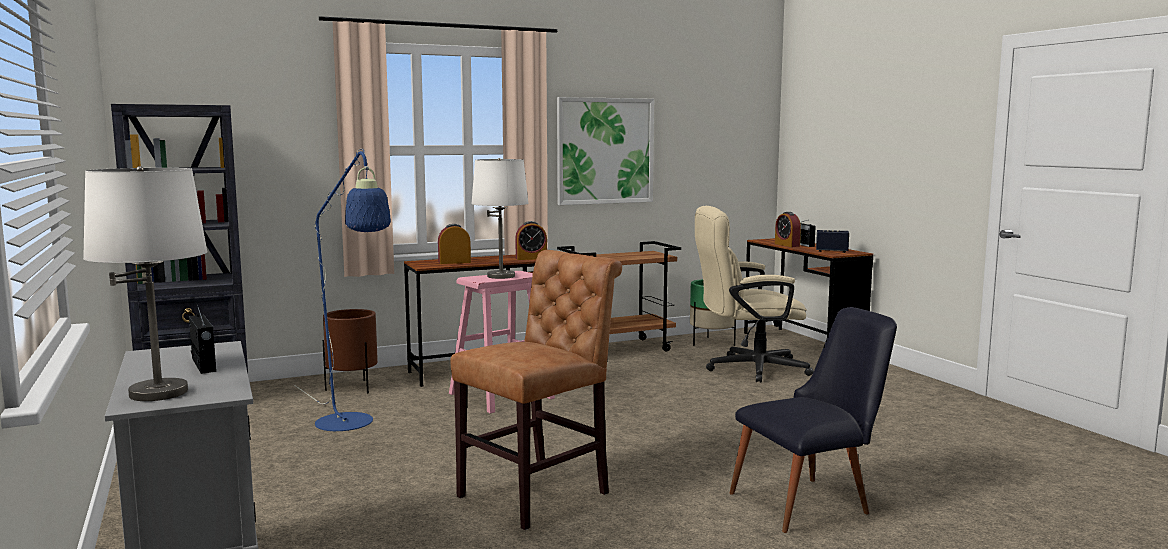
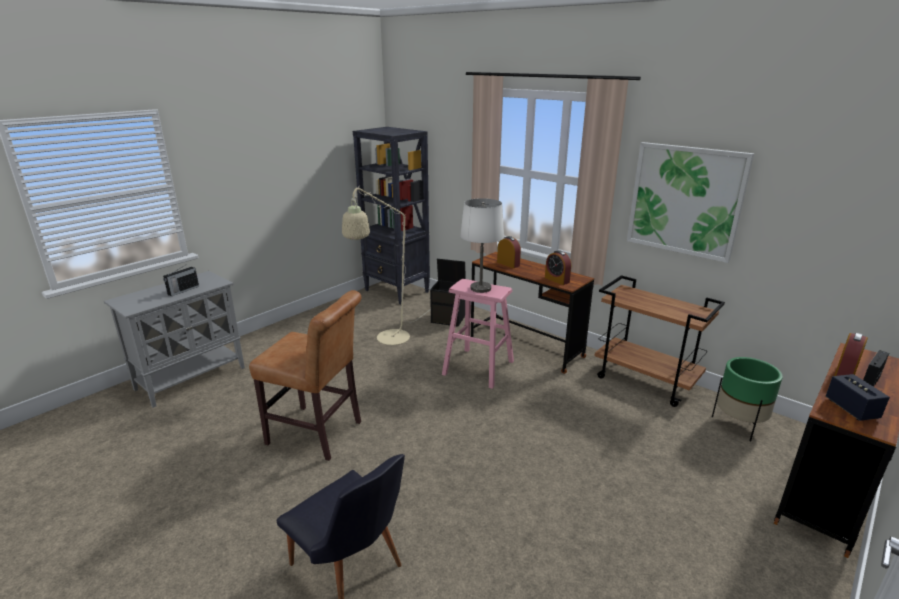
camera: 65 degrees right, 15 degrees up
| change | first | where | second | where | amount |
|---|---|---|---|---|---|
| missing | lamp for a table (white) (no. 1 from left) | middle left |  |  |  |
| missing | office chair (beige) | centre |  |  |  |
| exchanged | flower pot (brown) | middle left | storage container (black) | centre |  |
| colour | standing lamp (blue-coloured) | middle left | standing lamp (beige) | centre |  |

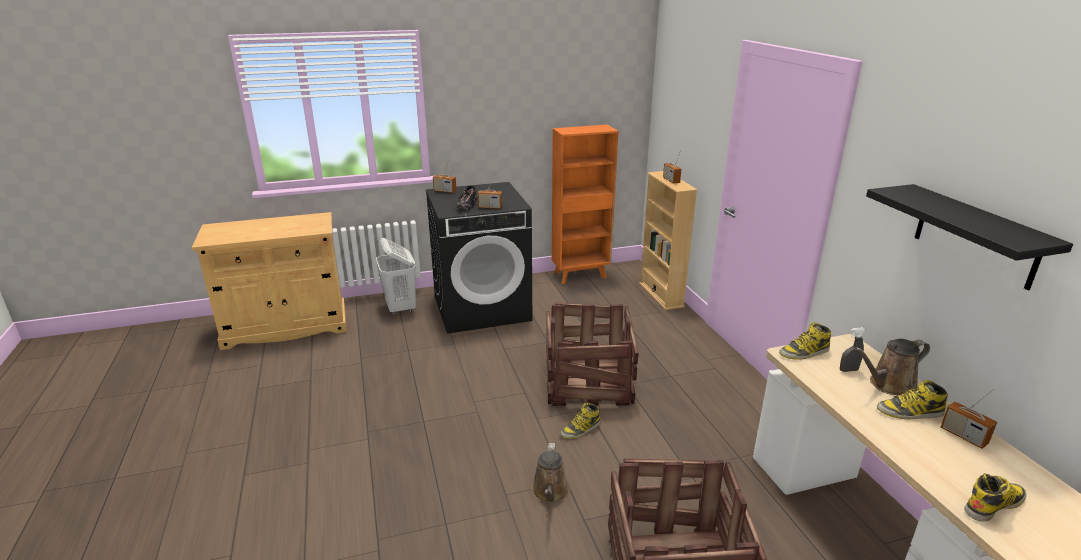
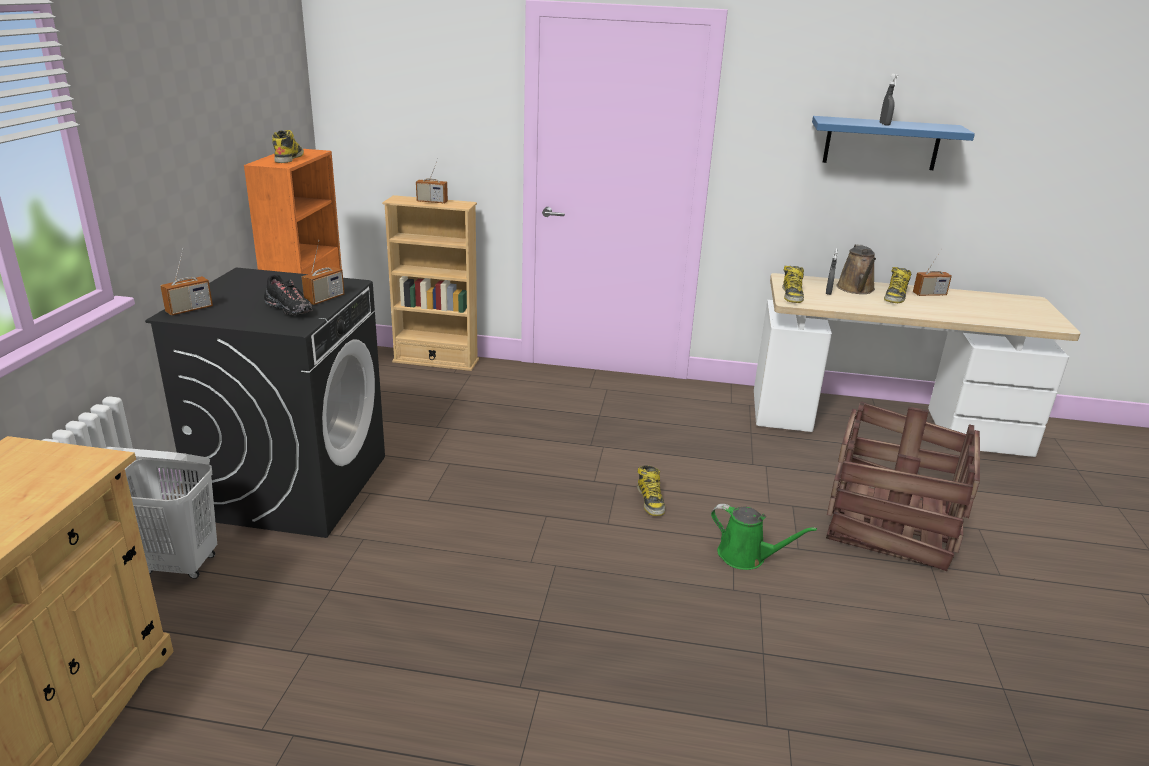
camera: 65 degrees left, 0 degrees up
| change | first | where | second | where | amount |
|---|---|---|---|---|---|
| missing | packing crate (no. 1 from left) | centre |  |  |  |
| appeared |  |  | hand sprayer (gray) (no. 2 from left) | top right |  |
| relocated | boot (no. 4 from left in the first image) | bottom right | boot (no. 1 from left) | top left |  |
| colour | watering can (brown) (no. 1 from left) | bottom centre | watering can (green-coloured) | bottom centre |  |
| colour | shelf (black) | middle right | shelf (blue-coloured) | top right |  |

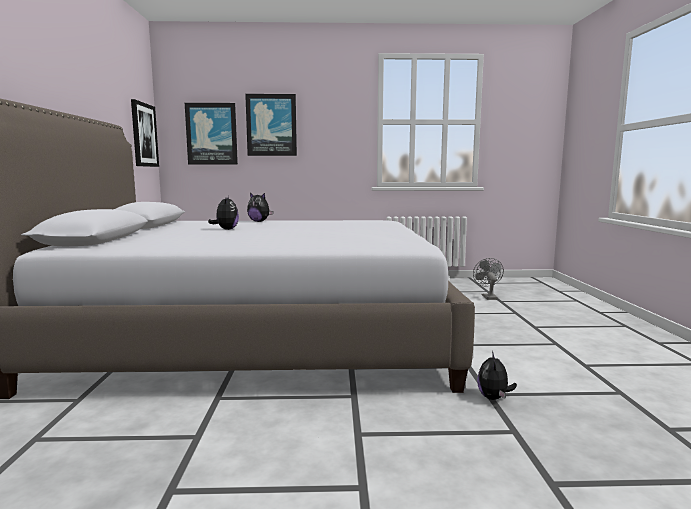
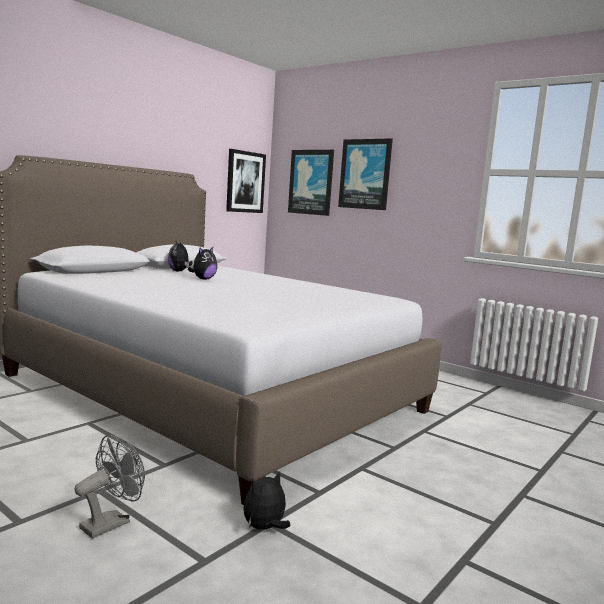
camera: 40 degrees right, 0 degrees up
| change | first | where | second | where | amount |
|---|---|---|---|---|---|
| relocated | cuddly toy (no. 2 from left in the first image) | centre | cuddly toy (no. 1 from left) | middle left |  |
| relocated | fan (gray) | middle right |  | bottom left |  |

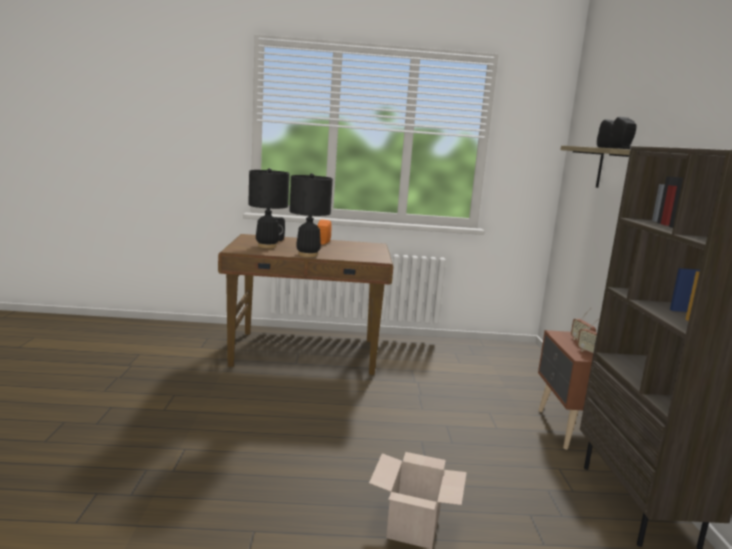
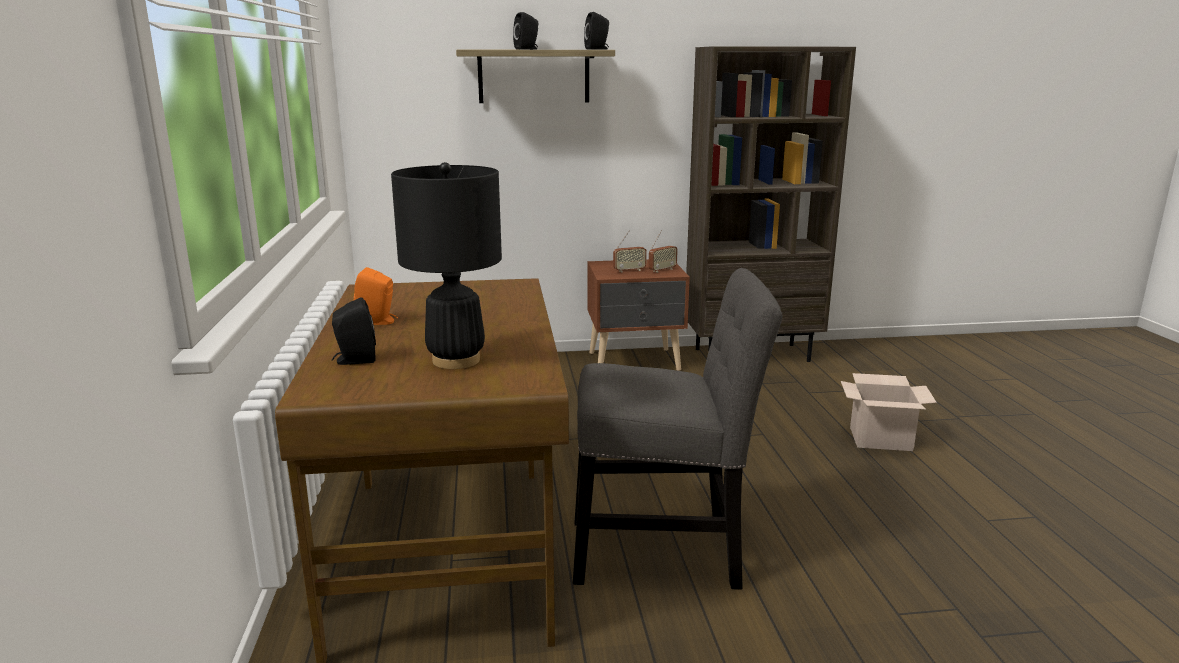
camera: 95 degrees left, 5 degrees up
| change | first | where | second | where | amount |
|---|---|---|---|---|---|
| missing | lamp for a table (black) (no. 2 from left) | centre |  |  |  |
| appeared |  |  | upright chair (gray) | centre |  |

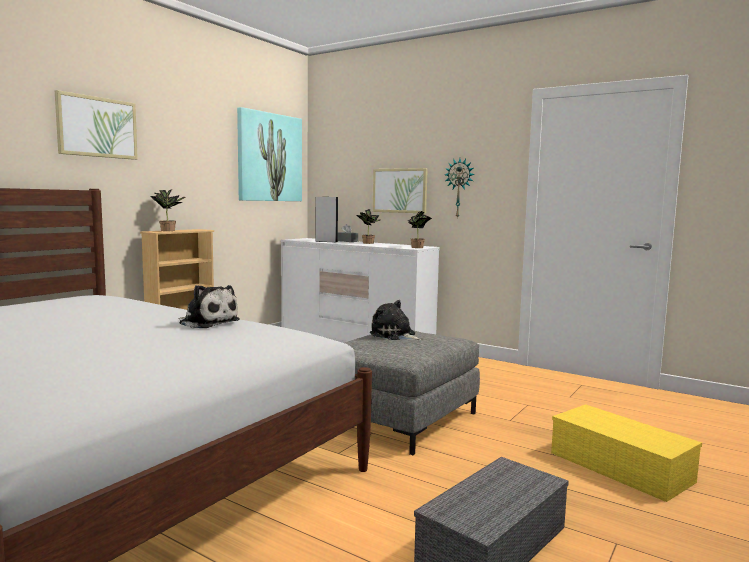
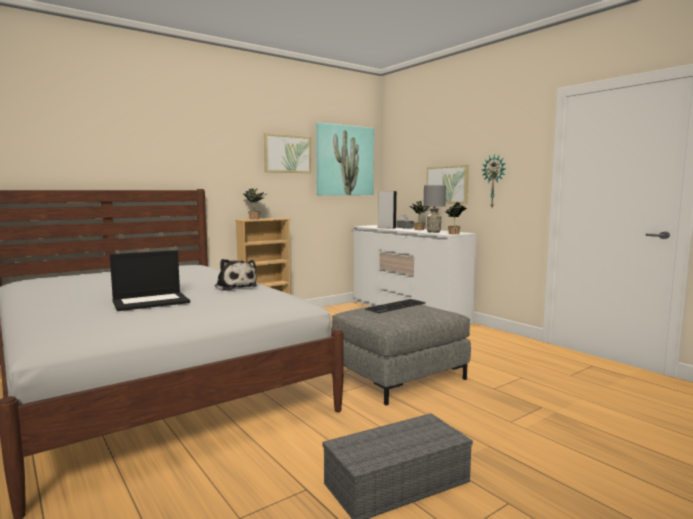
camera: 20 degrees right, 0 degrees up
| change | first | where | second | where | amount |
|---|---|---|---|---|---|
| missing | storage container (yellow) | bottom right |  |  |  |
| appeared |  |  | laptop | middle left |  |
| appeared |  |  | lamp for a table (gray) | centre |  |
| relocated | wall picture (no. 1 from left) | top left |  | top centre |  |
| exchanged | cuddly toy (no. 2 from left) | centre | PC keyboard | centre |  |

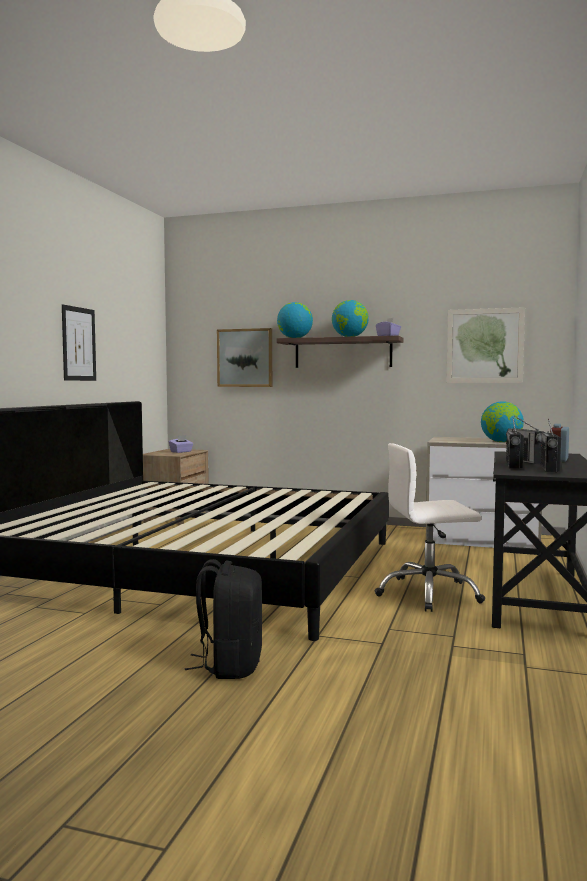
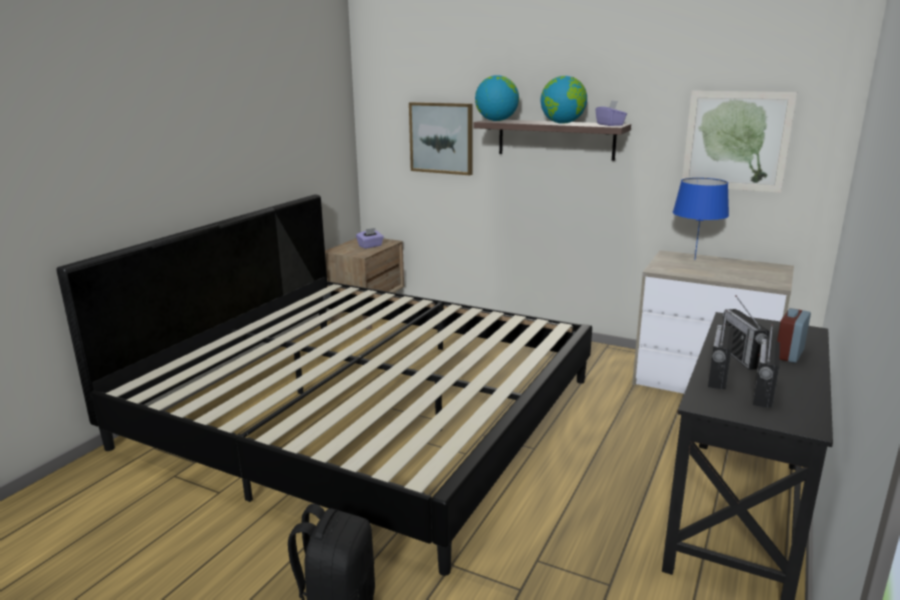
camera: 10 degrees right, 15 degrees up
| change | first | where | second | where | amount |
|---|---|---|---|---|---|
| missing | wall picture (no. 1 from left) | middle left |  |  |  |
| missing | office chair (white) | middle right |  |  |  |
| missing | desk globe (no. 3 from left) | middle right |  |  |  |
| appeared |  |  | lamp for a table (blue-coloured) | middle right |  |

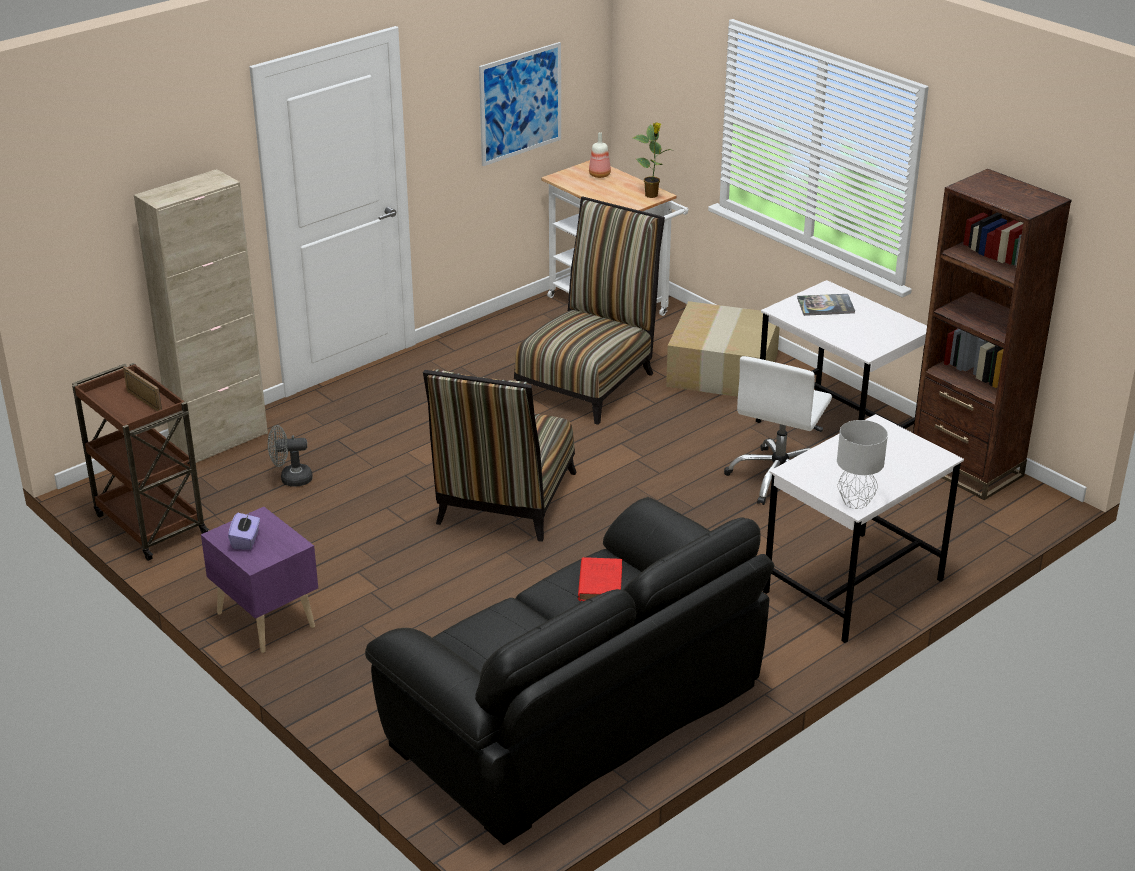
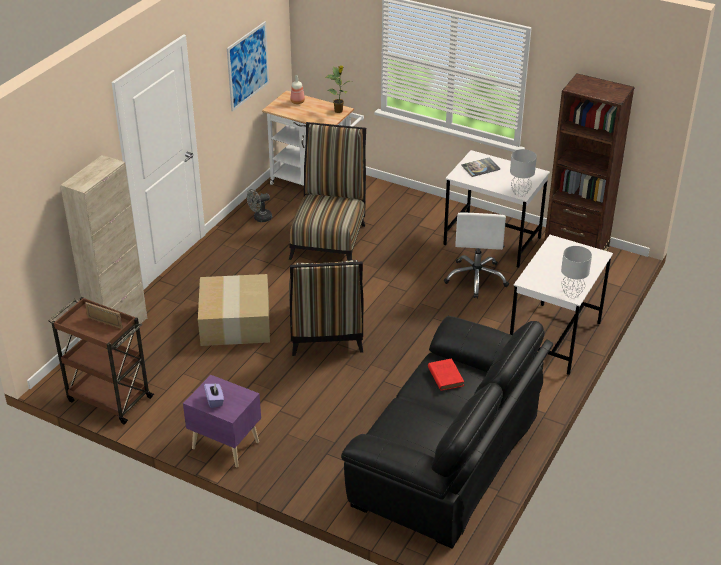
camera: 20 degrees left, 5 degrees up
| change | first | where | second | where | amount |
|---|---|---|---|---|---|
| appeared |  |  | lamp for a table (gray) (no. 1 from left) | top right |  |
| relocated | fan (gray) | middle left |  | centre |  |
| relocated | carton | centre |  | middle left |  |

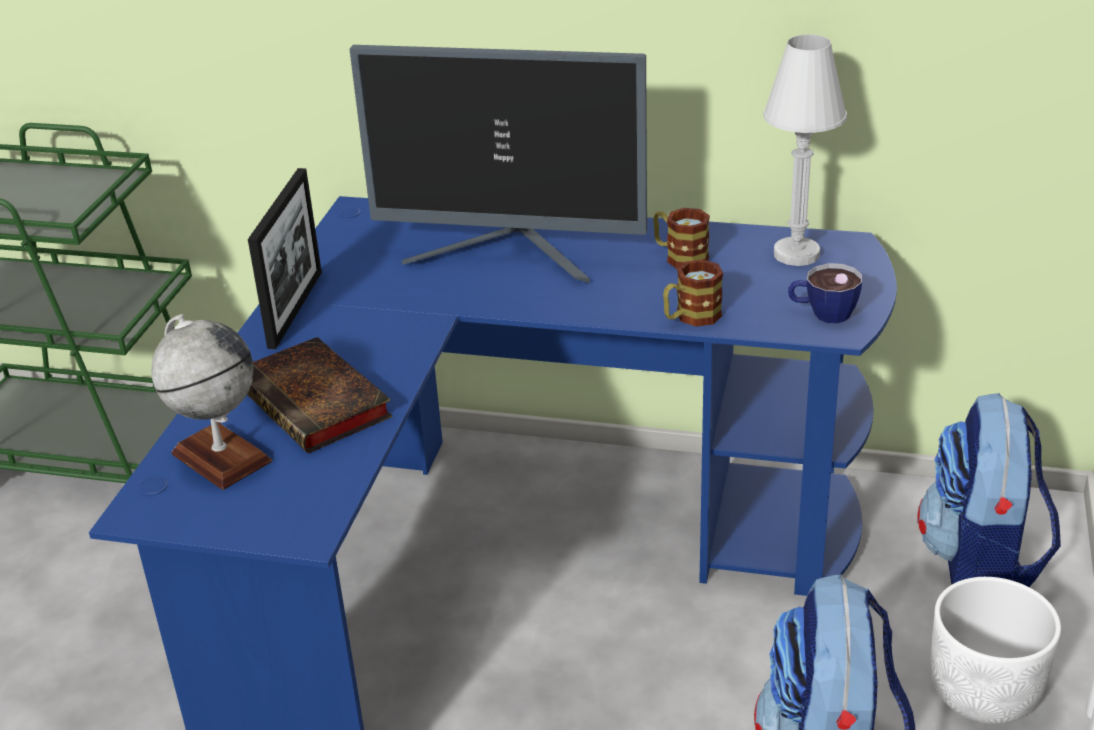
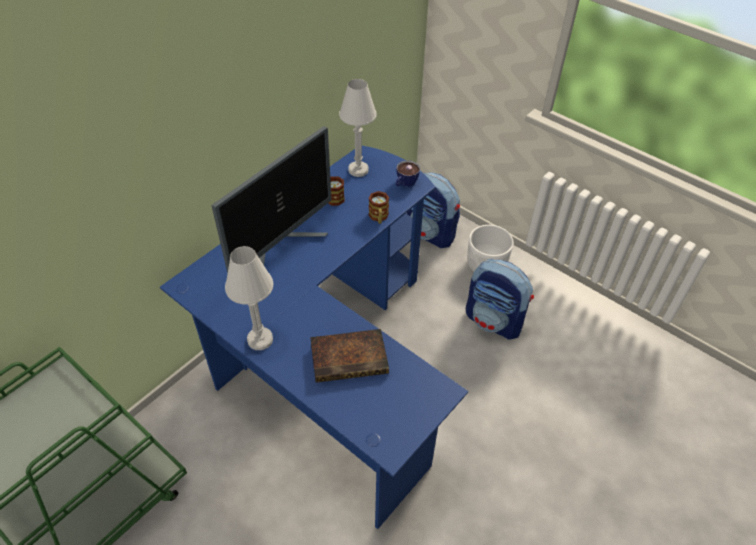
camera: 65 degrees left, 15 degrees up
| change | first | where | second | where | amount |
|---|---|---|---|---|---|
| missing | desk globe | middle left |  |  |  |
| exchanged | picture frame | middle left | lamp for a table (white) (no. 1 from left) | middle left |  |

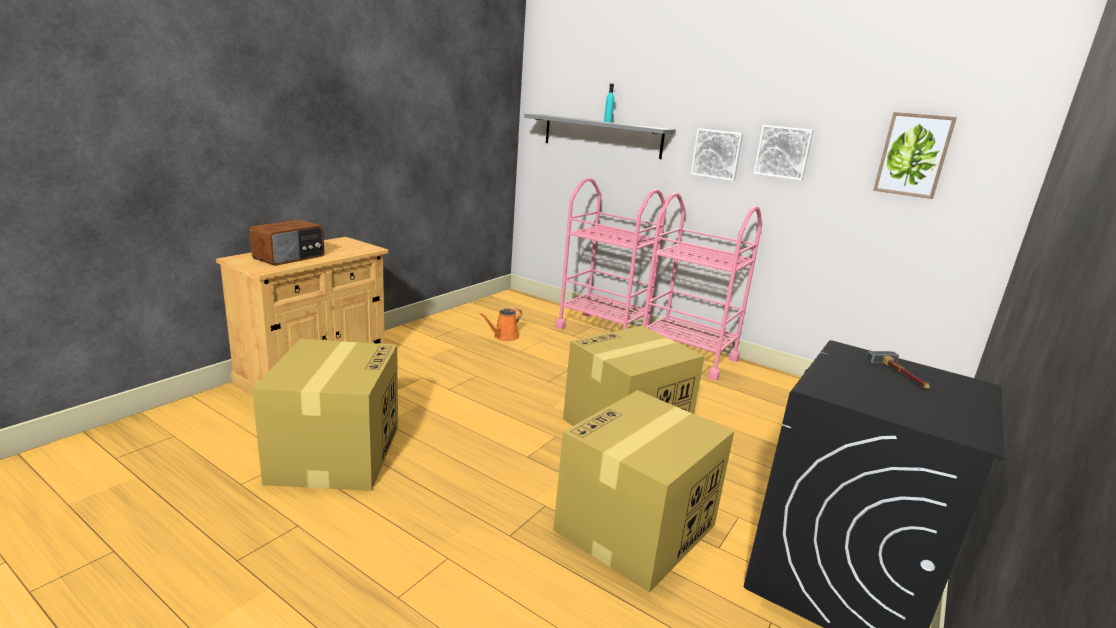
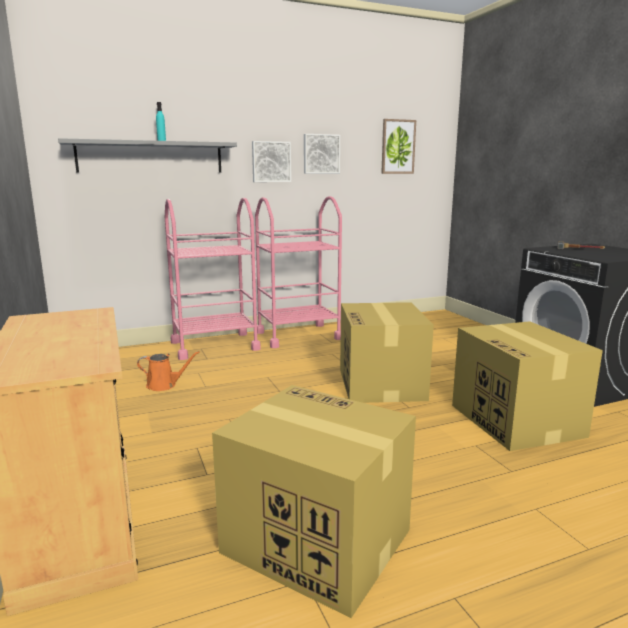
camera: 55 degrees left, 5 degrees down
| change | first | where | second | where | amount |
|---|---|---|---|---|---|
| missing | radio | middle left |  |  |  |
| spun | watering can (orange) | centre |  | middle left | 75 degrees counterclockwise |

